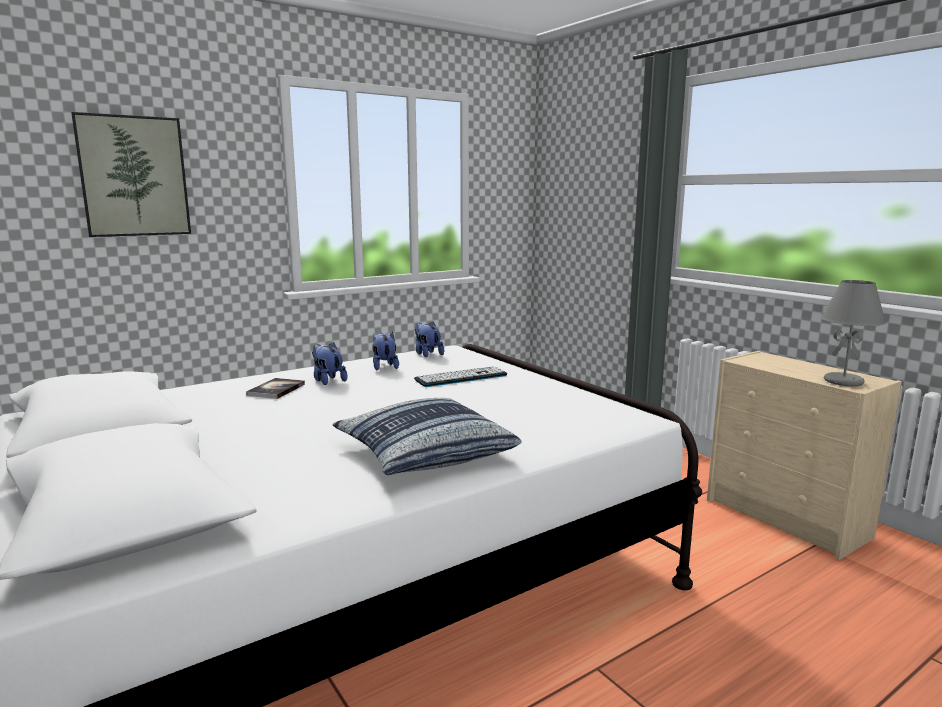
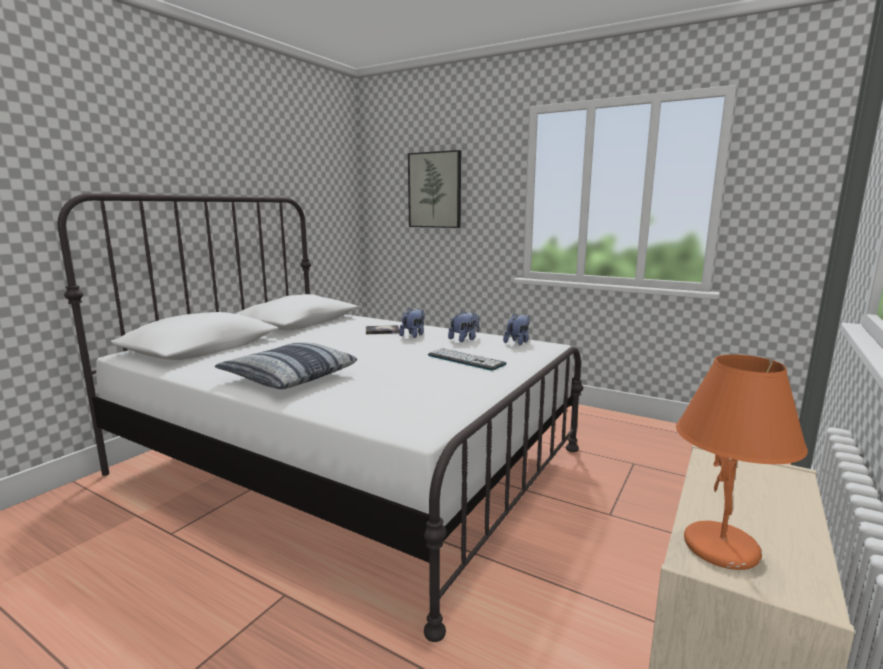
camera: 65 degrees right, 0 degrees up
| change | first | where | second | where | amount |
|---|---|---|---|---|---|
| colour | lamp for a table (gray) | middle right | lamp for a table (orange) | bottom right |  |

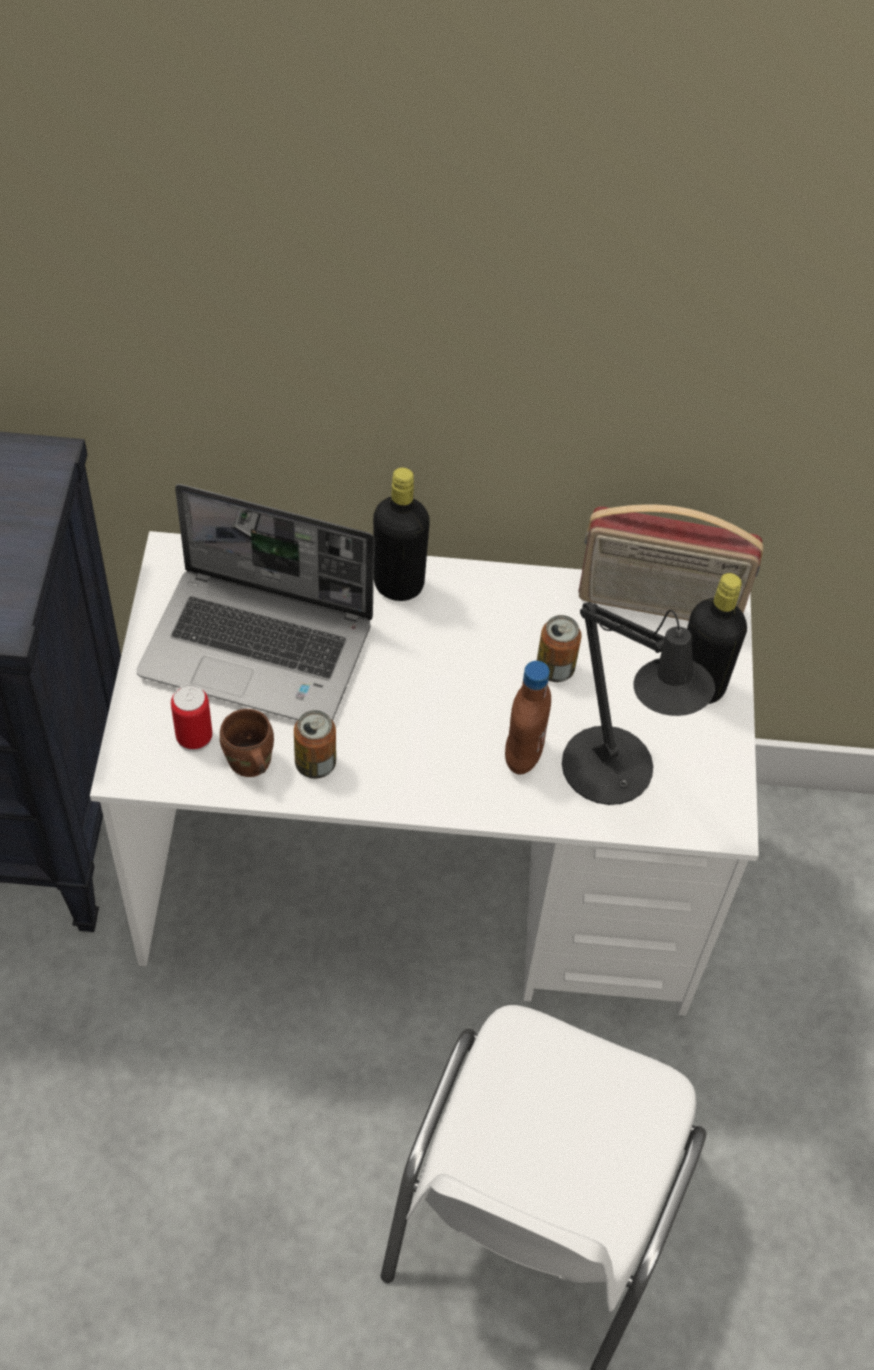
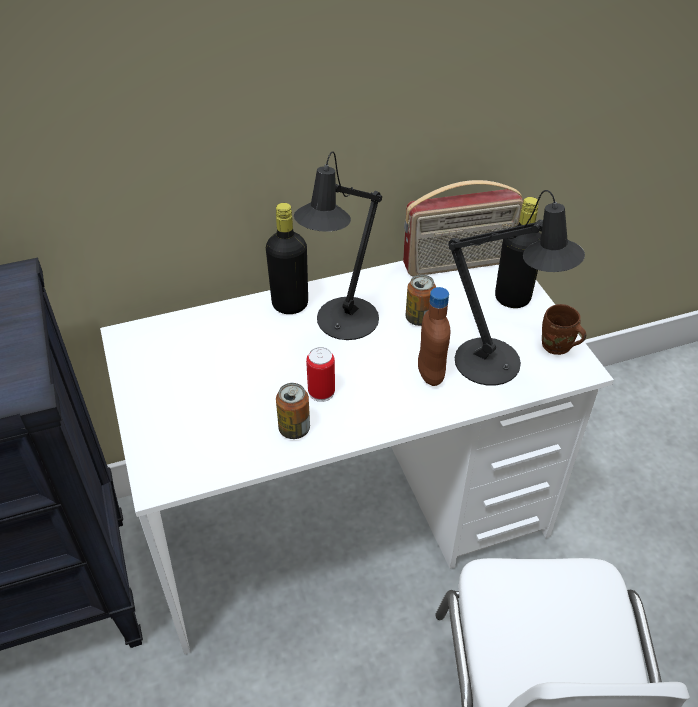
camera: 20 degrees left, 10 degrees down
| change | first | where | second | where | amount |
|---|---|---|---|---|---|
| missing | laptop | middle left |  |  |  |
| appeared |  |  | lamp for a table (black) (no. 1 from left) | centre |  |
| relocated | metal can (no. 1 from left in the first image) | middle left | metal can (no. 2 from left) | centre |  |
| relocated | tea mug (brown) | middle left |  | middle right |  |

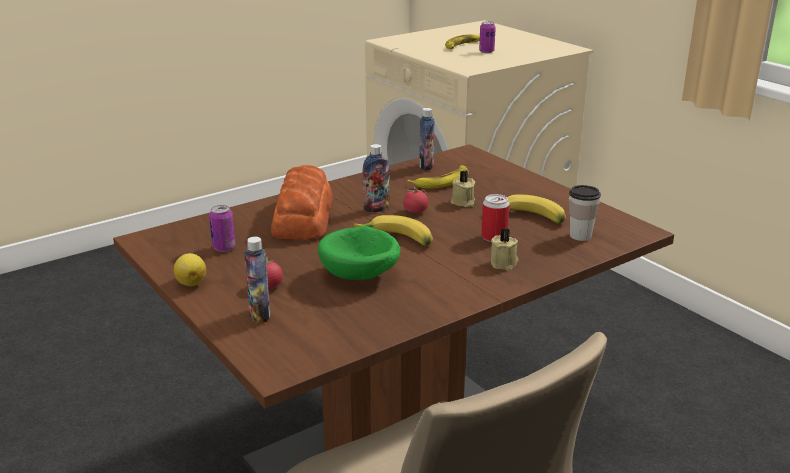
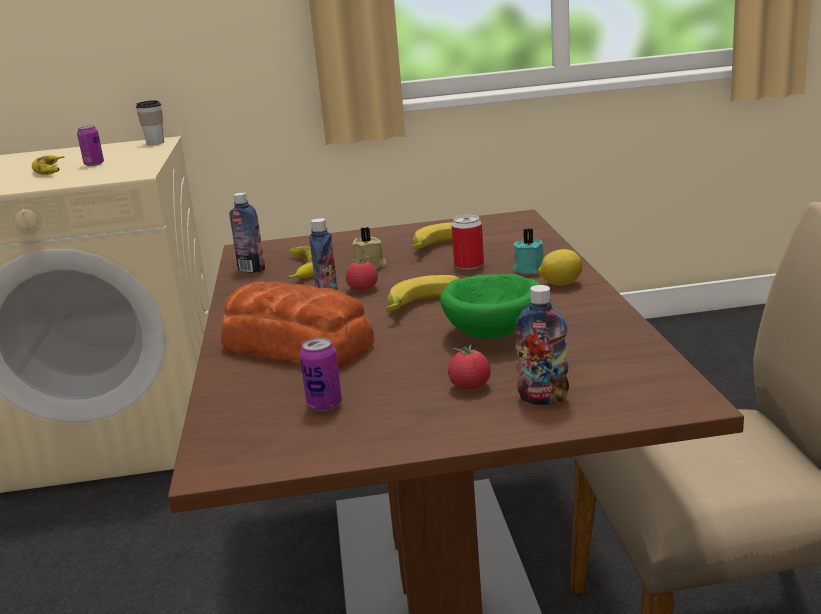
camera: 60 degrees left, 5 degrees down
| change | first | where | second | where | amount |
|---|---|---|---|---|---|
| relocated | lemon | middle left |  | middle right |  |
| relocated | small cup | middle right |  | top left |  |
| colour | candle (beige) (no. 2 from left) | centre | candle (turquoise) | centre |  |

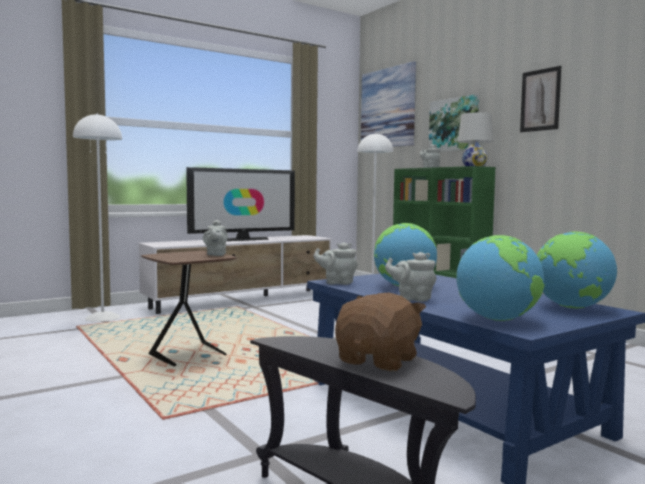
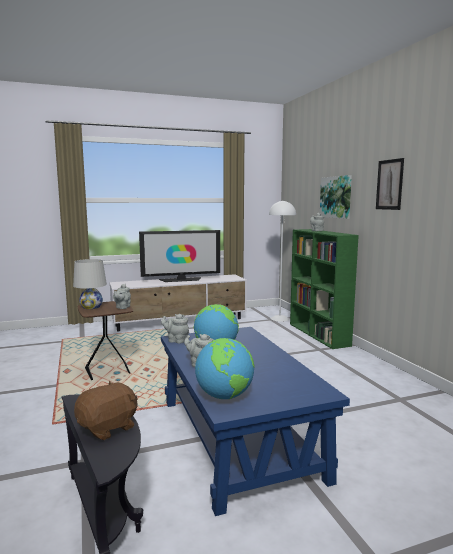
camera: 15 degrees right, 5 degrees up
| change | first | where | second | where | amount |
|---|---|---|---|---|---|
| missing | standing lamp (white) (no. 1 from left) | middle left |  |  |  |
| missing | wall picture (no. 1 from left) | top centre |  |  |  |
| missing | desk globe (no. 3 from left) | middle right |  |  |  |
| relocated | lamp for a table (white) | top right |  | middle left |  |

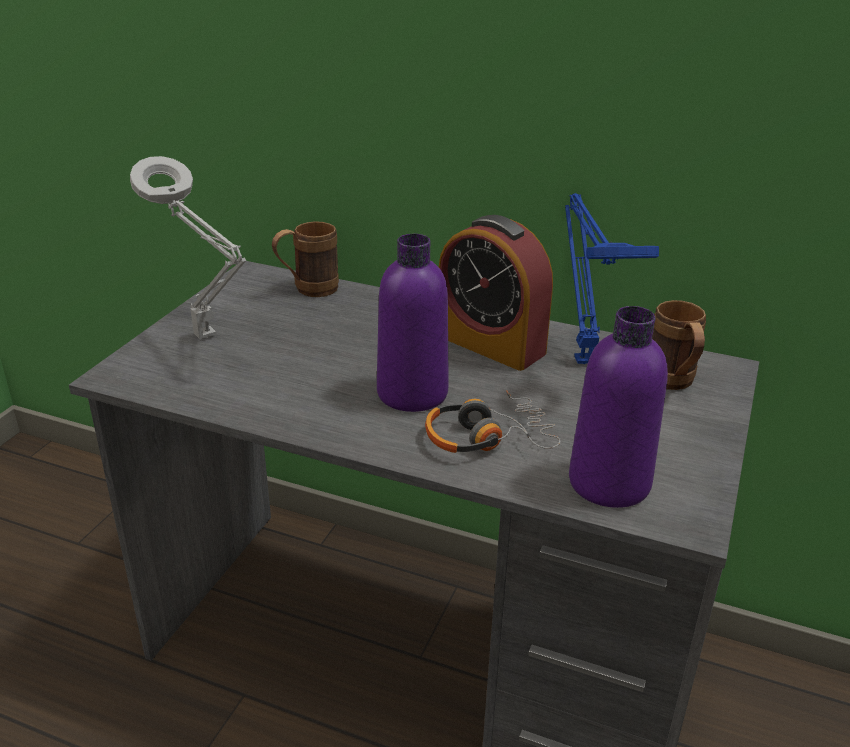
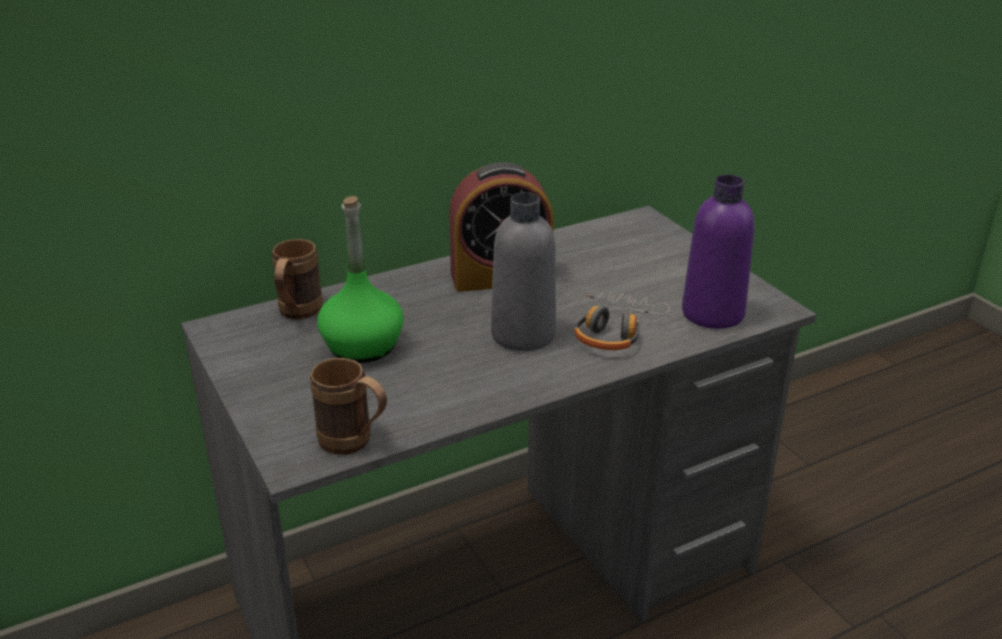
camera: 50 degrees left, 0 degrees up
| change | first | where | second | where | amount |
|---|---|---|---|---|---|
| missing | lamp for a table (gray) | top left |  |  |  |
| missing | lamp for a table (blue-coloured) | middle right |  |  |  |
| appeared |  |  | drink bottle (green-coloured) | centre |  |
| relocated | tea mug (brown) (no. 2 from left) | middle right |  | centre |  |
| colour | drink bottle (purple) (no. 1 from left) | centre | drink bottle (gray) | centre |  |

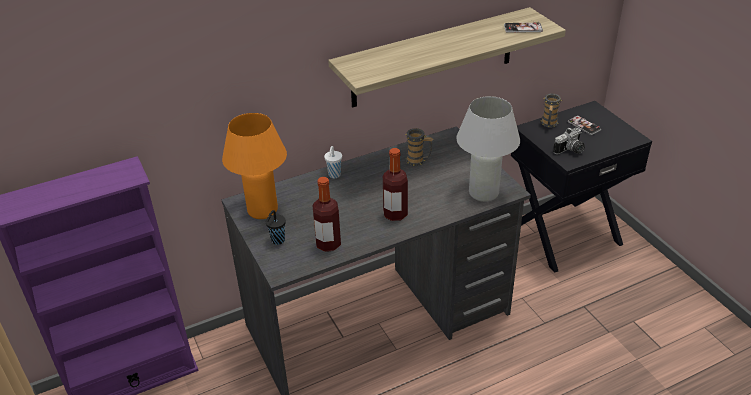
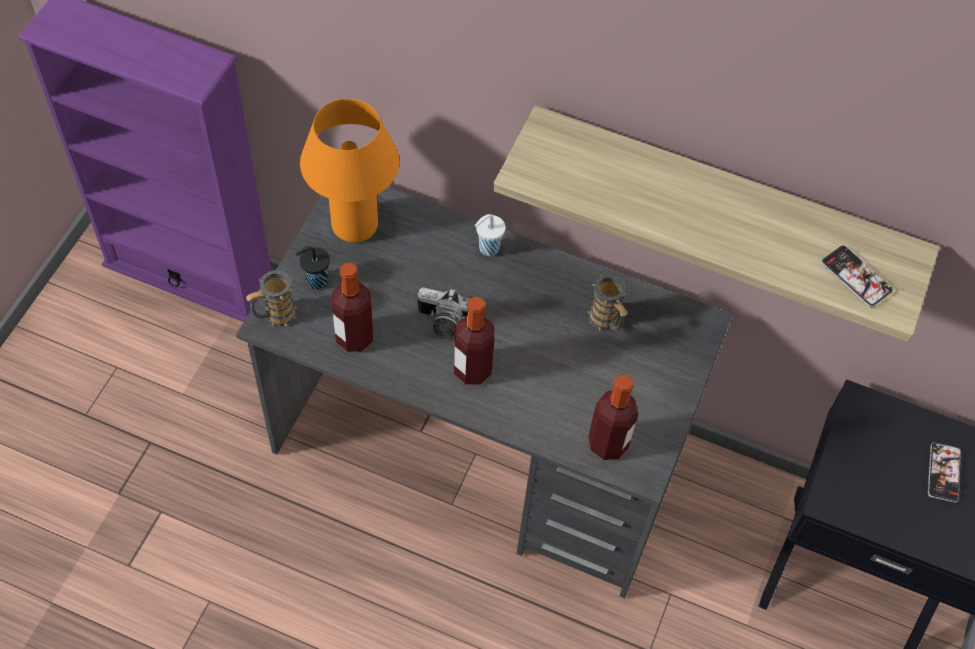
camera: 45 degrees right, 20 degrees up
| change | first | where | second | where | amount |
|---|---|---|---|---|---|
| relocated | tea mug (no. 2 from left in the first image) | top right | tea mug (no. 1 from left) | middle left |  |
| relocated | photo camera | middle right |  | centre |  |
| exchanged | lamp for a table (white) | centre | drink bottle (no. 3 from left) | centre |  |

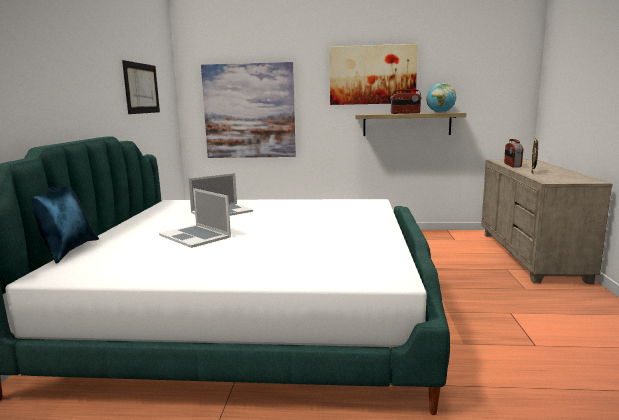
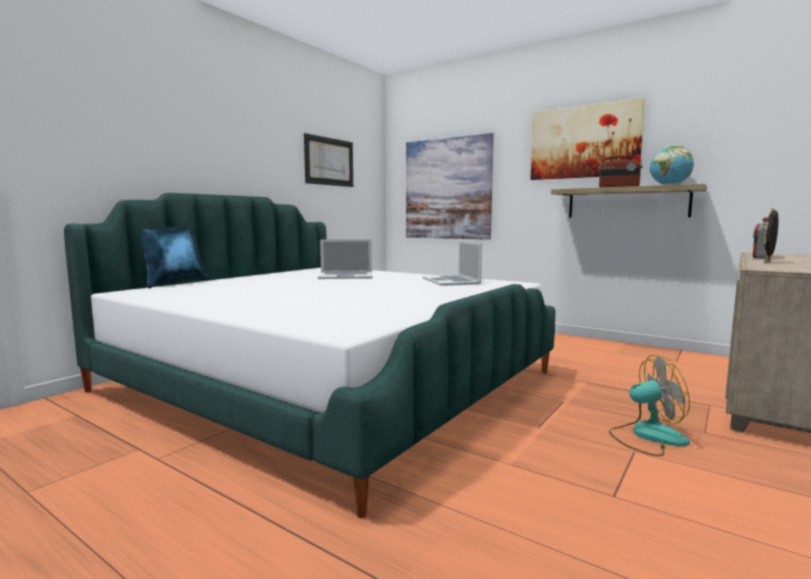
camera: 30 degrees right, 5 degrees down
| change | first | where | second | where | amount |
|---|---|---|---|---|---|
| appeared |  |  | fan | bottom right |  |
| relocated | laptop (no. 1 from left in the first image) | middle left | laptop (no. 2 from left) | centre |  |

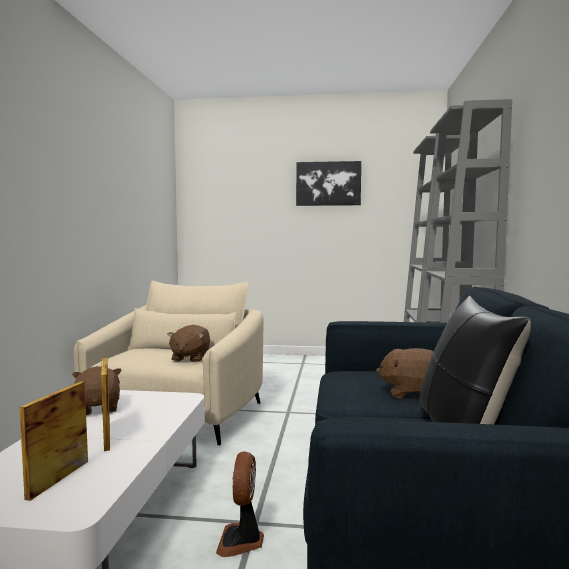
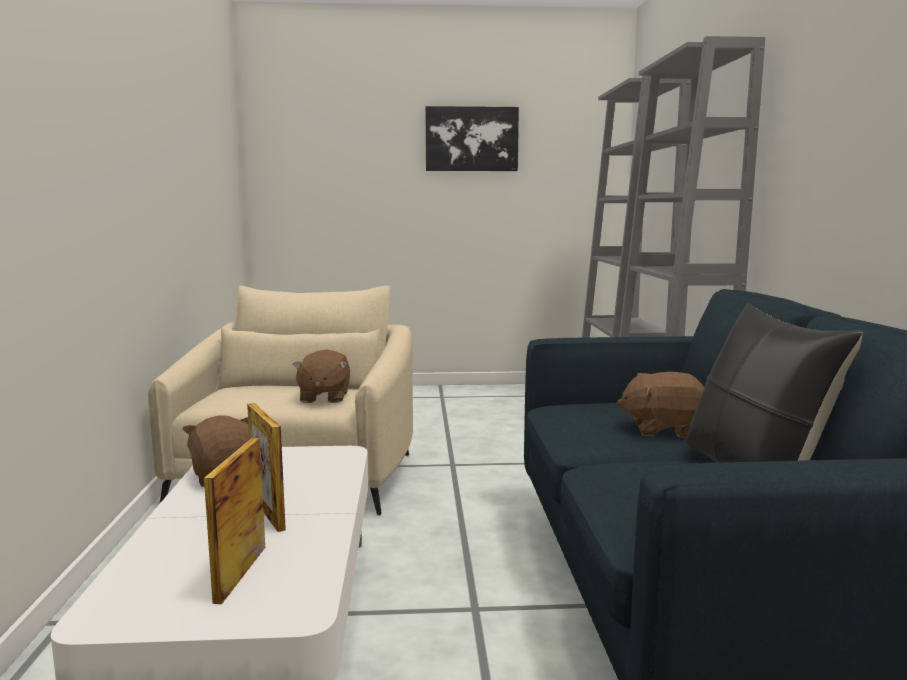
camera: 10 degrees left, 5 degrees up
| change | first | where | second | where | amount |
|---|---|---|---|---|---|
| missing | fan | bottom centre |  |  |  |

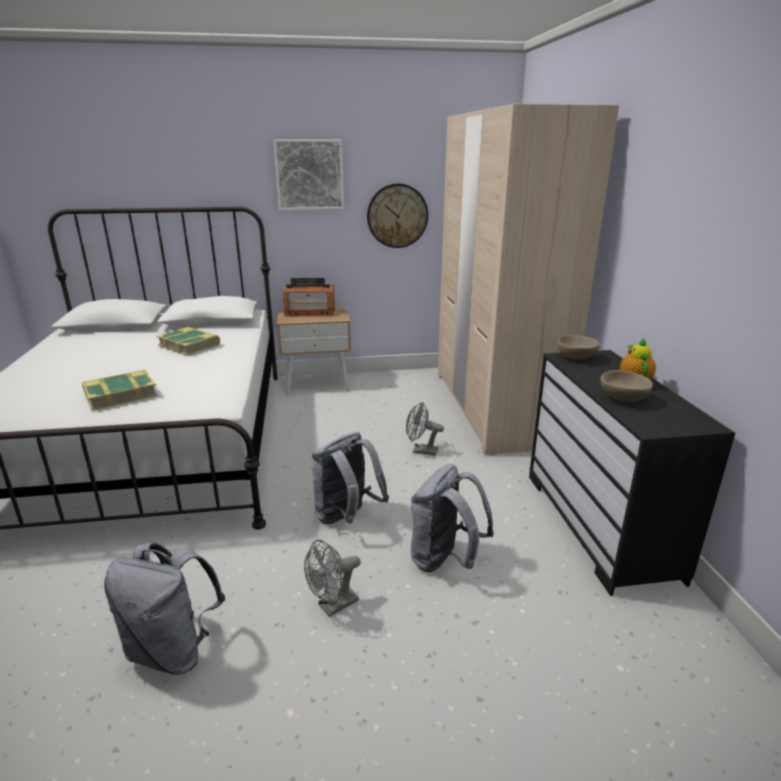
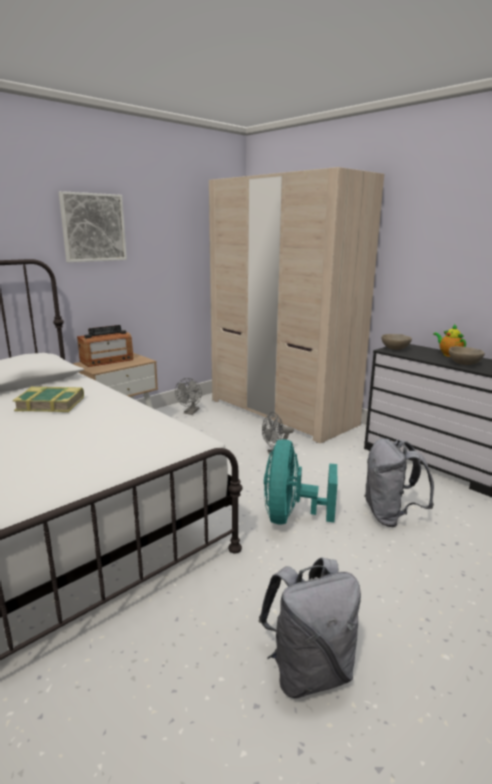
camera: 35 degrees left, 5 degrees down
| change | first | where | second | where | amount |
|---|---|---|---|---|---|
| missing | volume (no. 1 from left) | middle left |  |  |  |
| missing | clock on the wall | top centre |  |  |  |
| relocated | fan (gray) (no. 1 from left) | bottom centre |  | centre |  |
| exchanged | backpack (gray) (no. 2 from left) | centre | fan (turquoise) | centre |  |

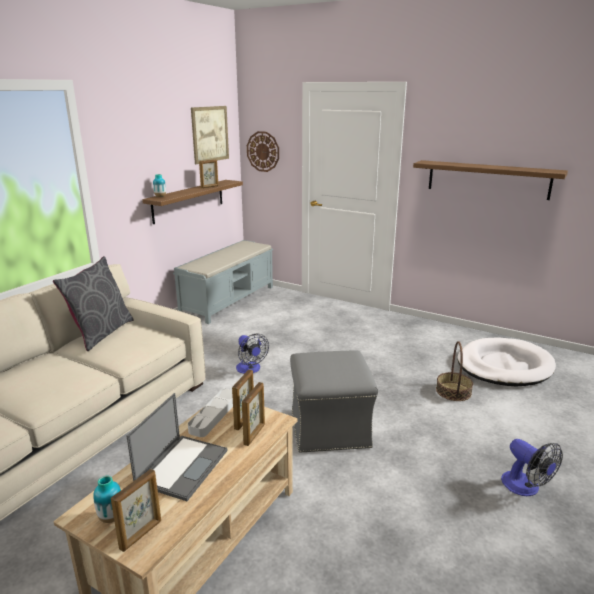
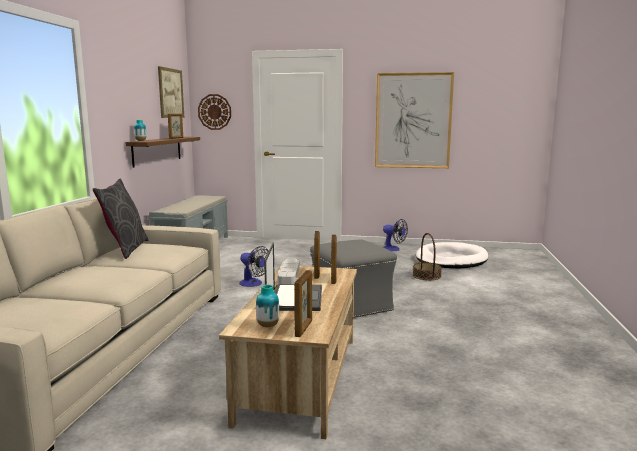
camera: 20 degrees left, 10 degrees down
| change | first | where | second | where | amount |
|---|---|---|---|---|---|
| relocated | fan (no. 2 from left) | bottom right |  | centre |  |
| exchanged | shelf (no. 2 from left) | top right | wall picture (no. 2 from left) | top centre |  |

